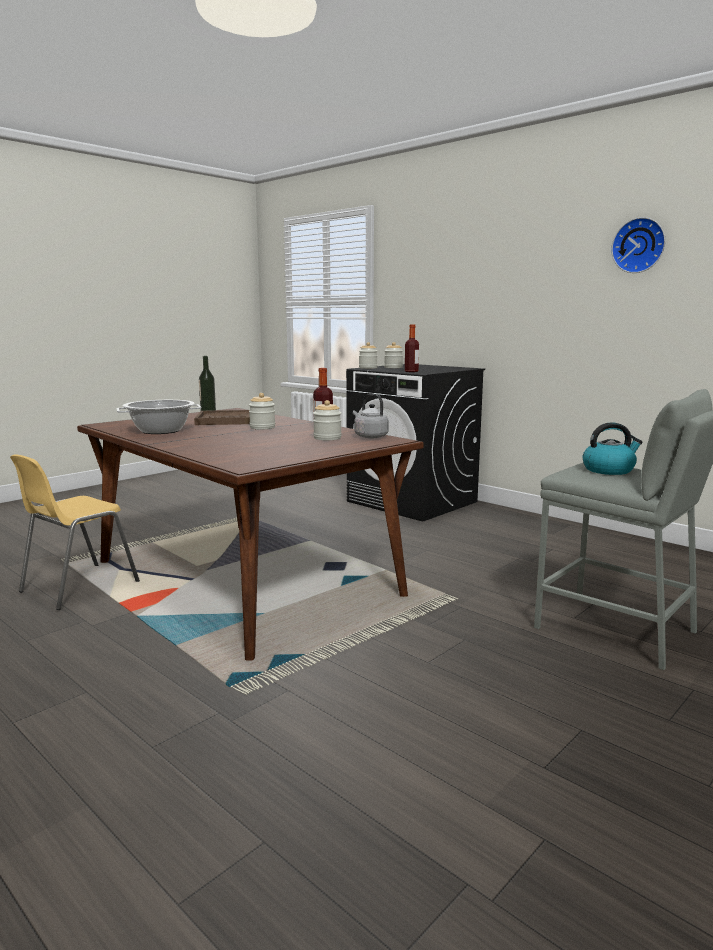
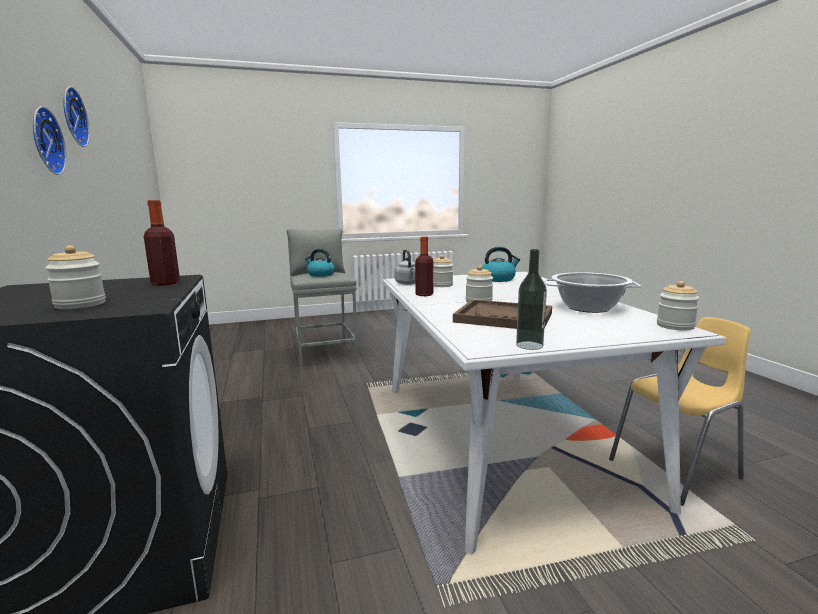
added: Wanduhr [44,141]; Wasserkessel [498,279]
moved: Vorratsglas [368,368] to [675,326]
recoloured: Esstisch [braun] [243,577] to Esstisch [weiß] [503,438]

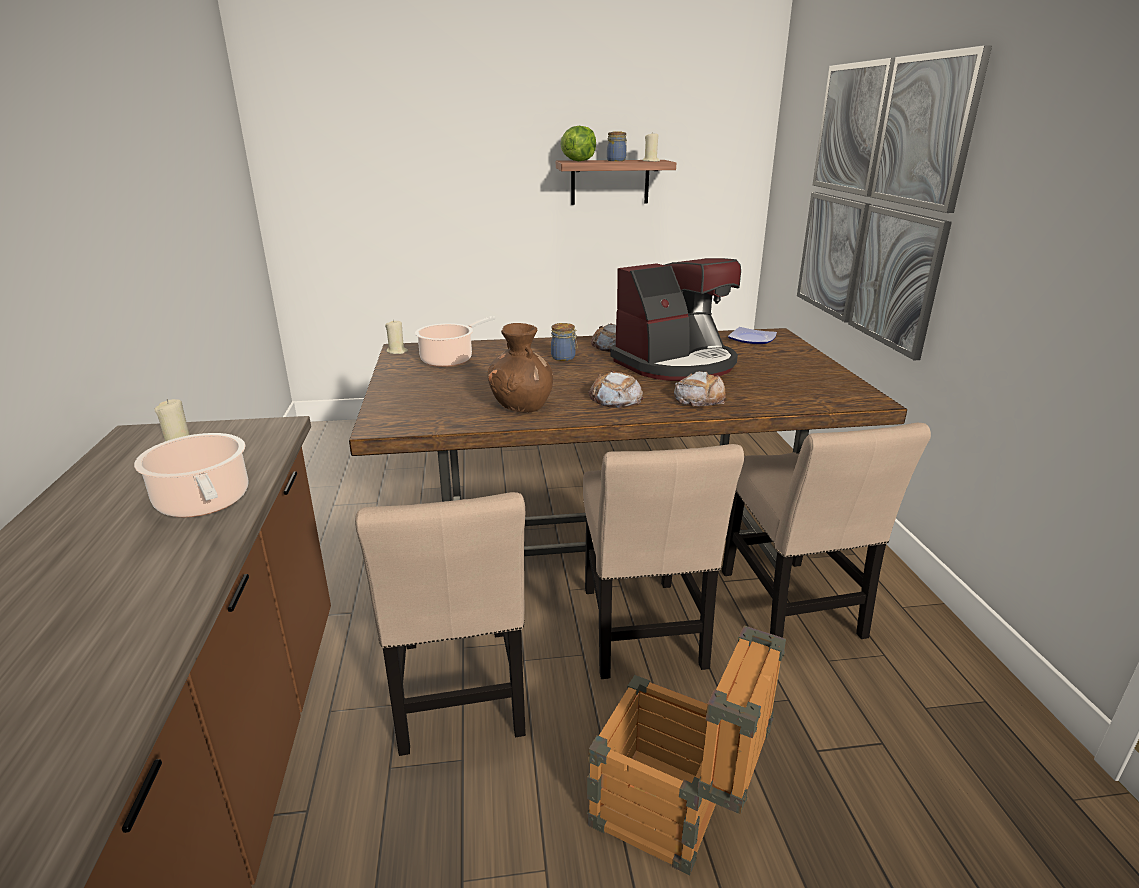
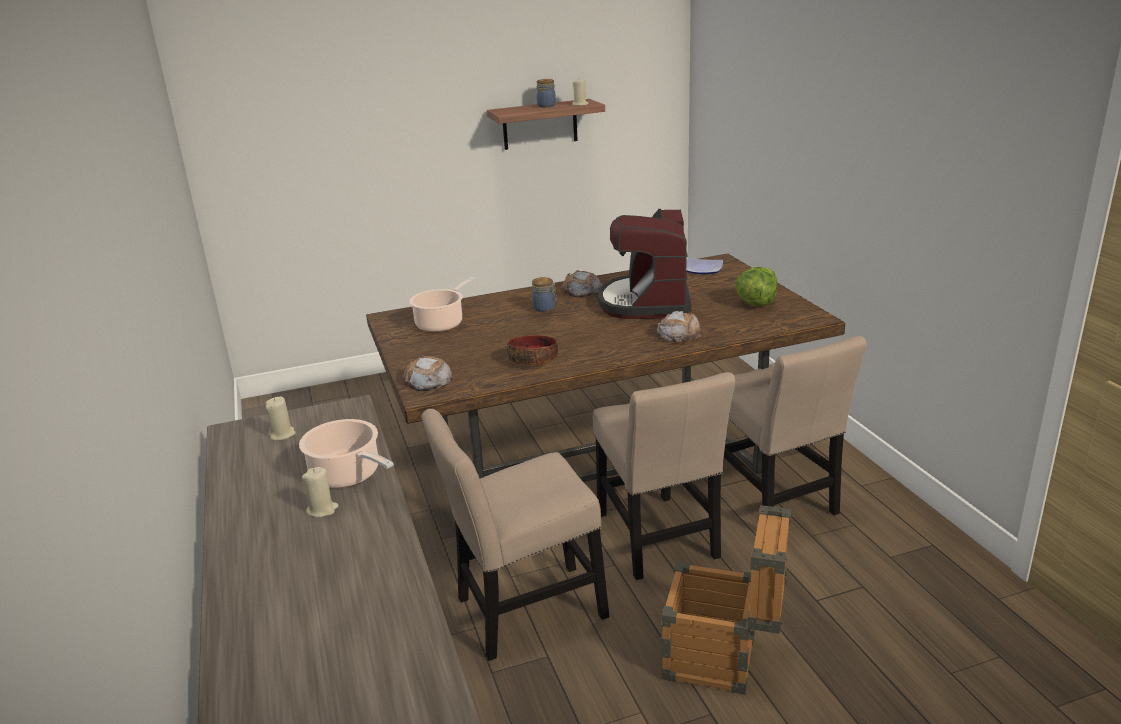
removed: Bild [874,200]
moved: Kerze [beige] [397,351] to [322,510]; Salatkopf [578,161] to [756,303]; Brot [615,398] to [427,380]
replaced: Vase [braun] [522,406] to Schüssel [533,360]
turned: Stuhl [beige] [459,694] = [524,611] 90 degrees clockwise; Kaffeemaschine [676,364] = [646,302] 135 degrees clockwise

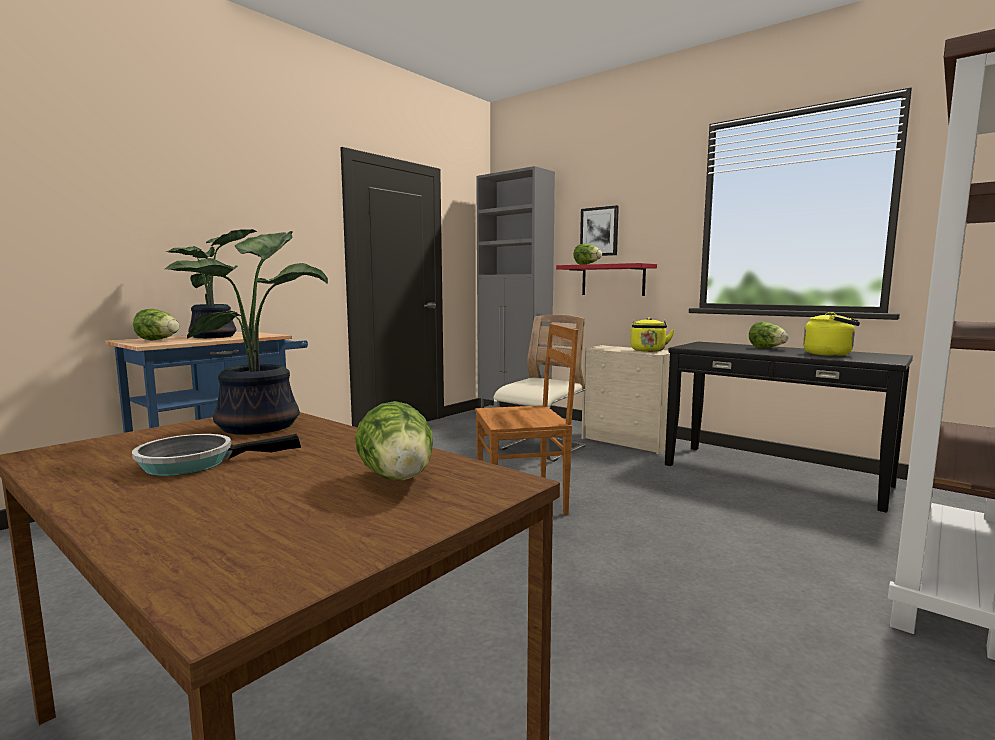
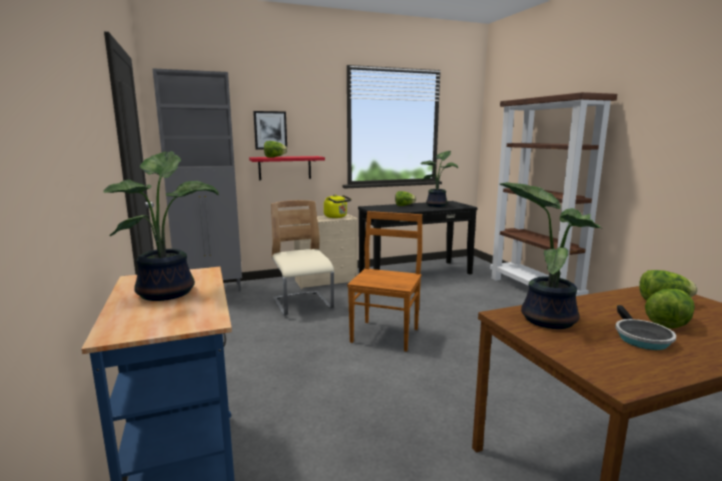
moved: Salatkopf [159,340] to [668,323]
replaced: Wasserkessel [gelb] [830,354] to Topfpflanze [438,205]

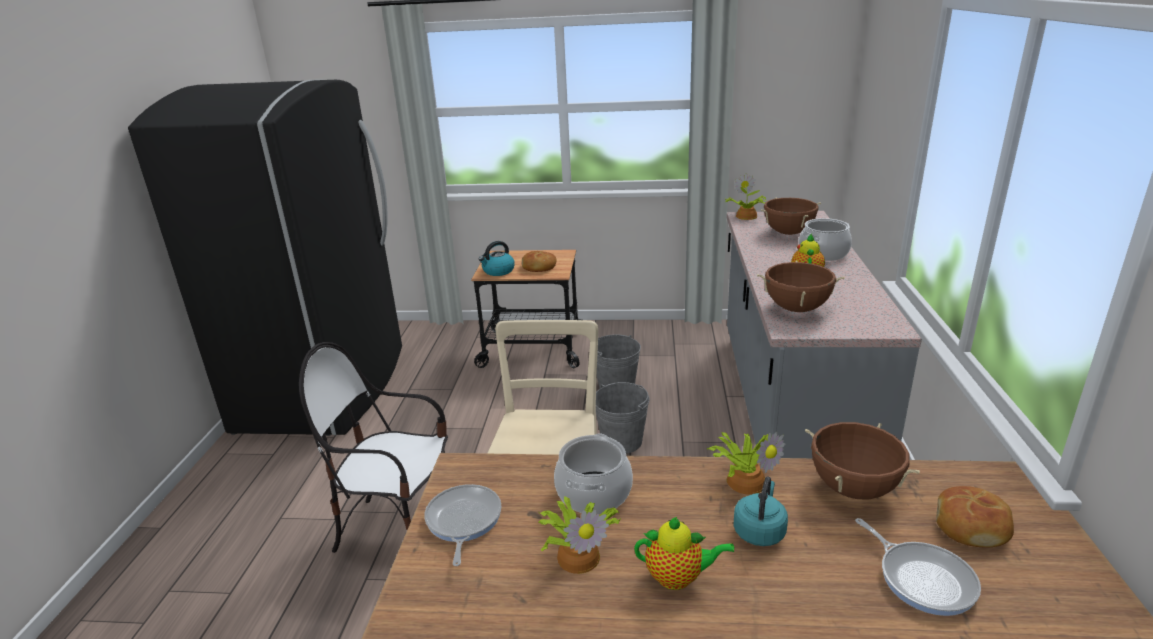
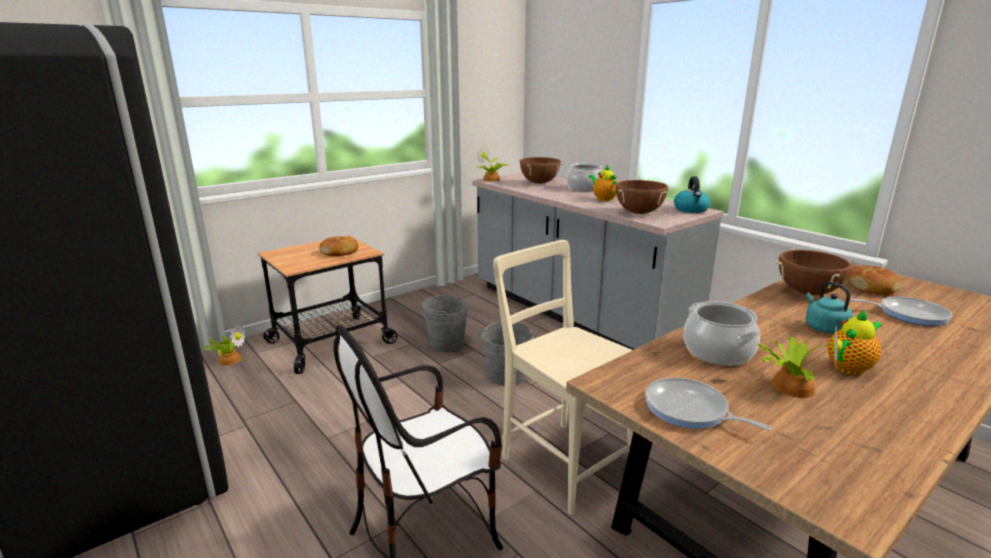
moved: Wasserkessel [498,271] to [691,210]; Topfpflanze [745,479] to [229,359]

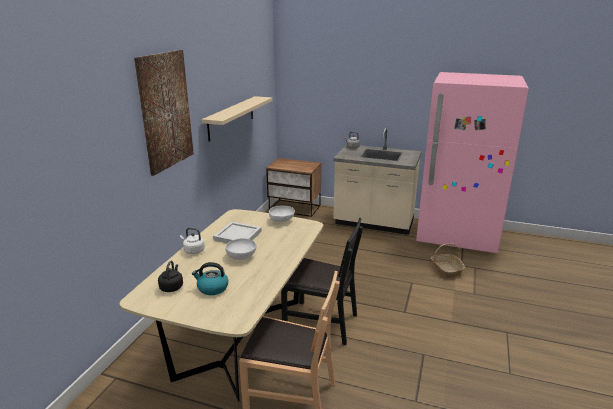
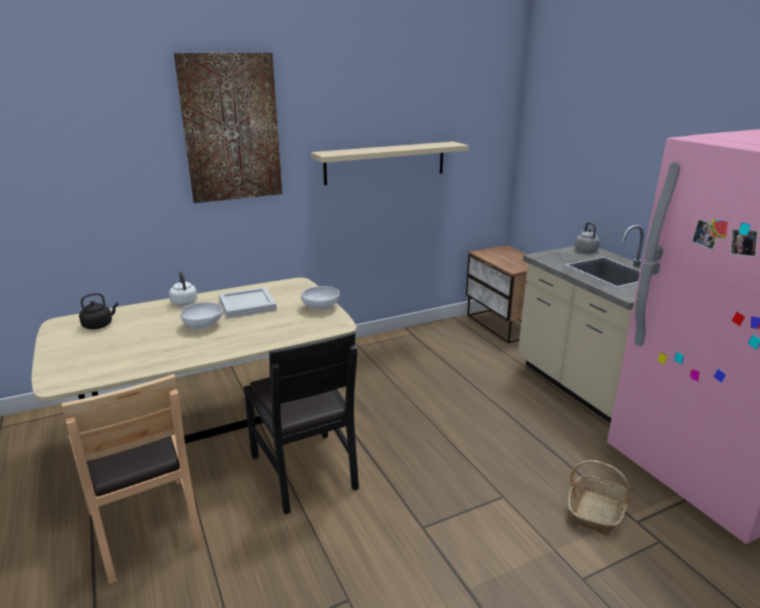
removed: Wasserkessel [212,288]

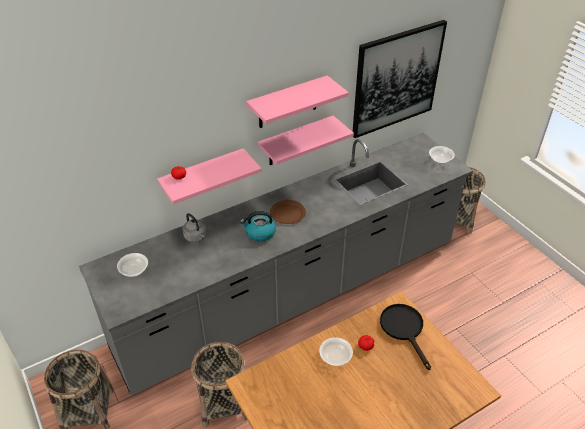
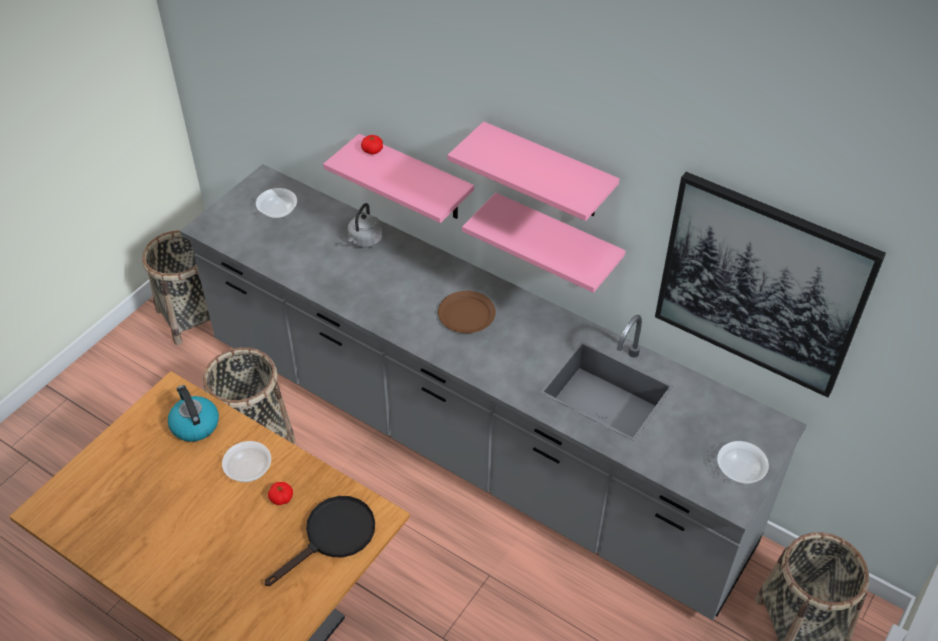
moved: Wasserkessel [260,233] to [194,424]

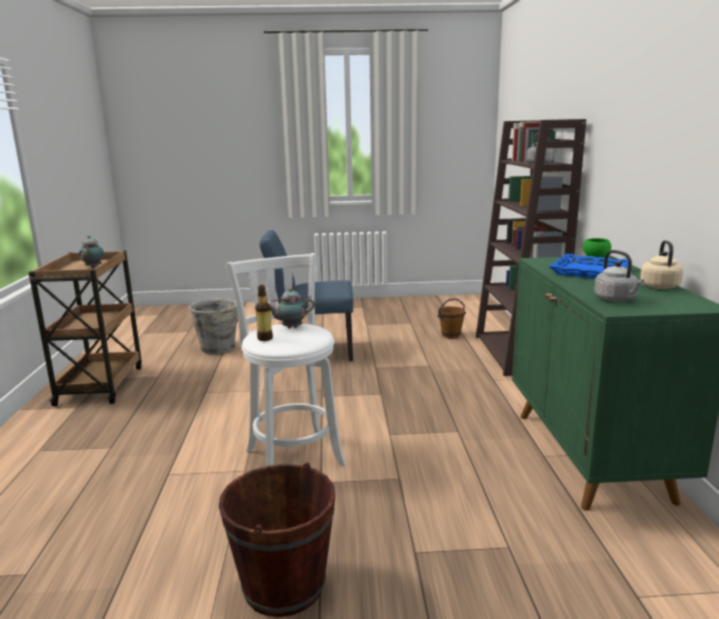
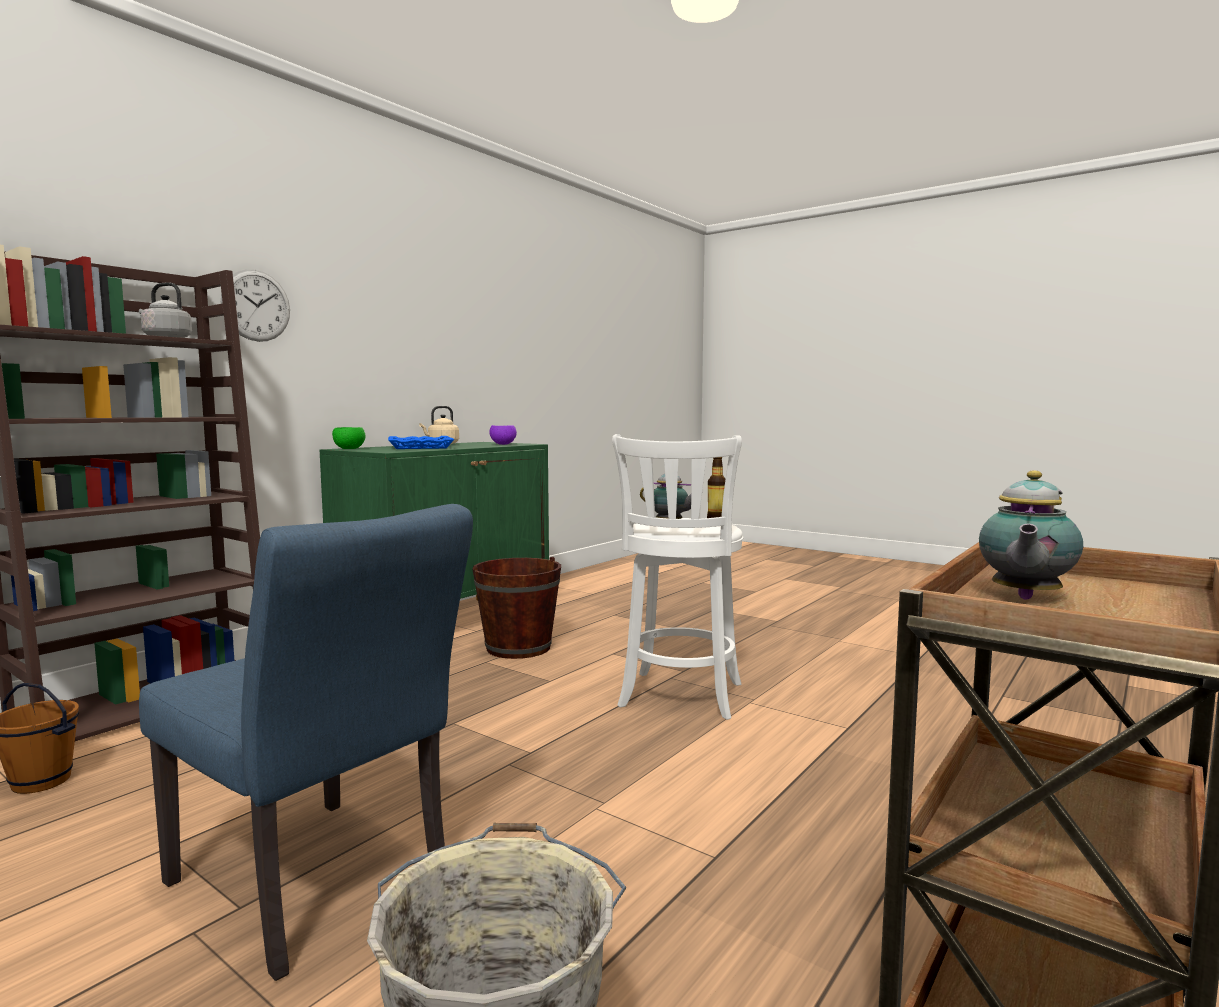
added: Wanduhr [256,305]
moved: Eimer [braun] [284,585] to [518,648]
replaced: Wasserkessel [grau] [616,300] to Schüssel [lila] [503,444]

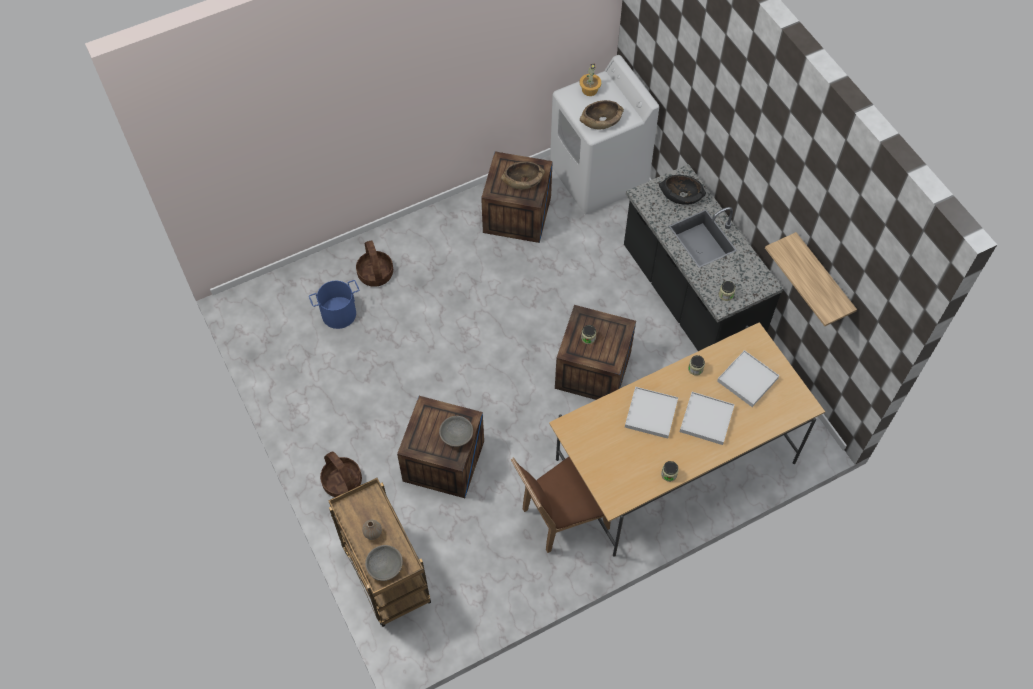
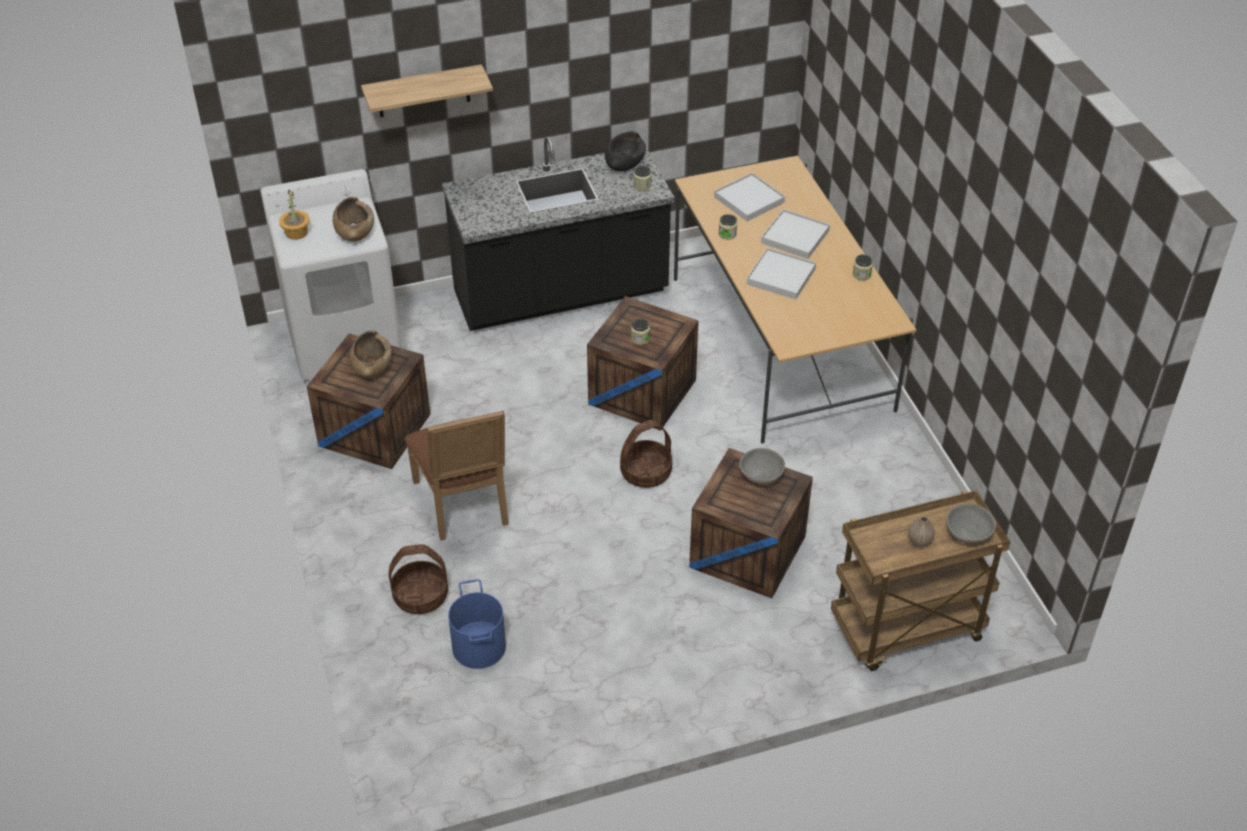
moved: Korb [342,481] to [645,472]; Stuhl [braun] [559,518] to [465,506]; Schüssel [schwarz] [681,196] to [624,162]; Wandregal [822,279] to [423,91]

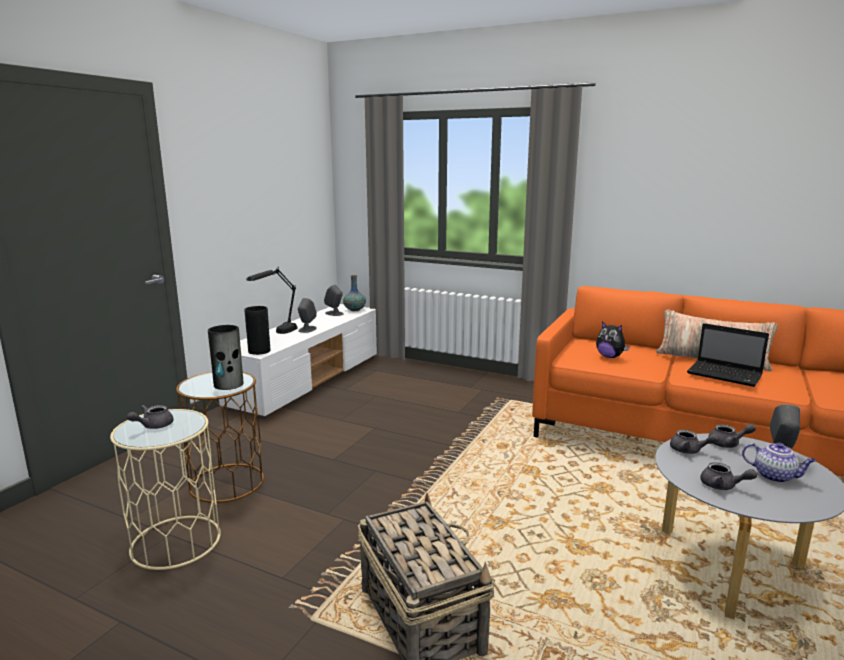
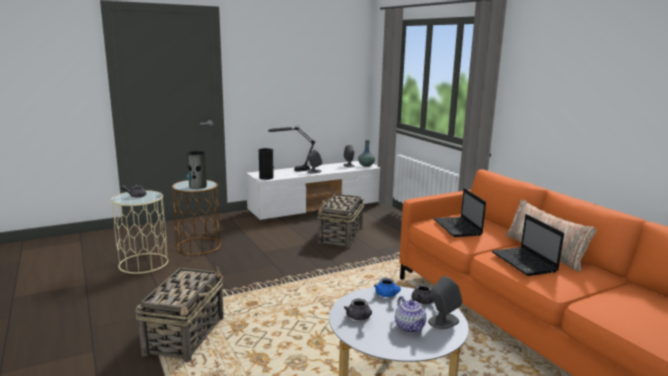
added: Korb [340,236]
replaced: Plüschtier [610,357] to Laptop [458,228]
recoloured: Teekanne [grau] [689,450] to Teekanne [blau] [387,295]

